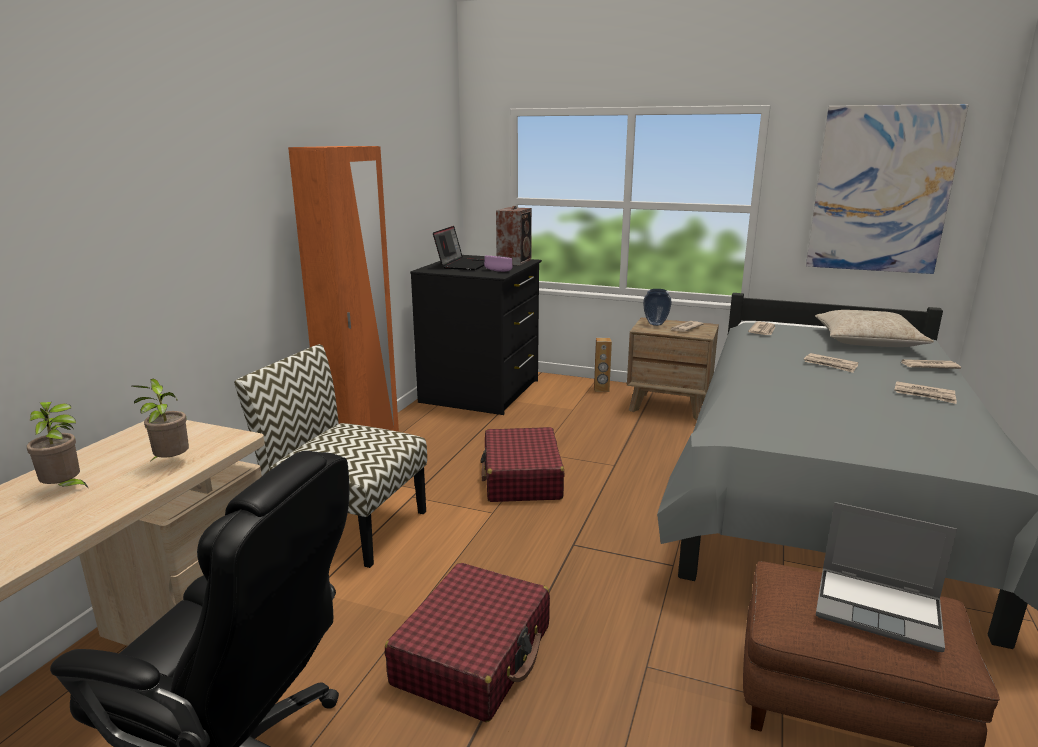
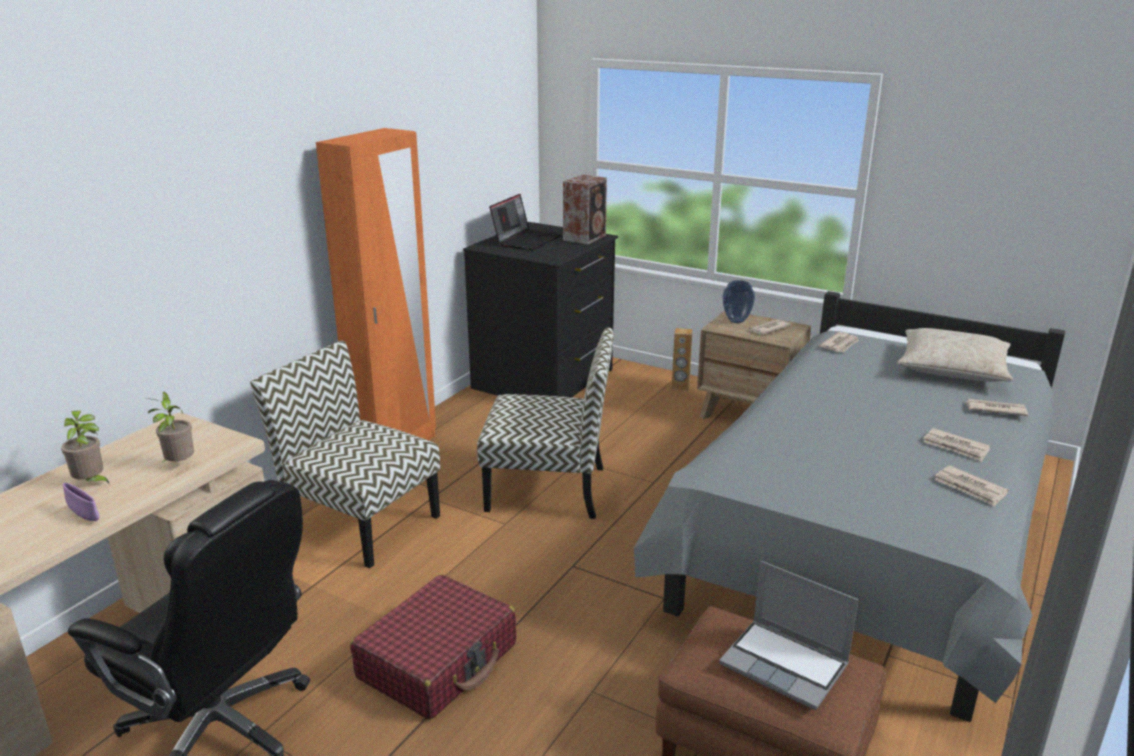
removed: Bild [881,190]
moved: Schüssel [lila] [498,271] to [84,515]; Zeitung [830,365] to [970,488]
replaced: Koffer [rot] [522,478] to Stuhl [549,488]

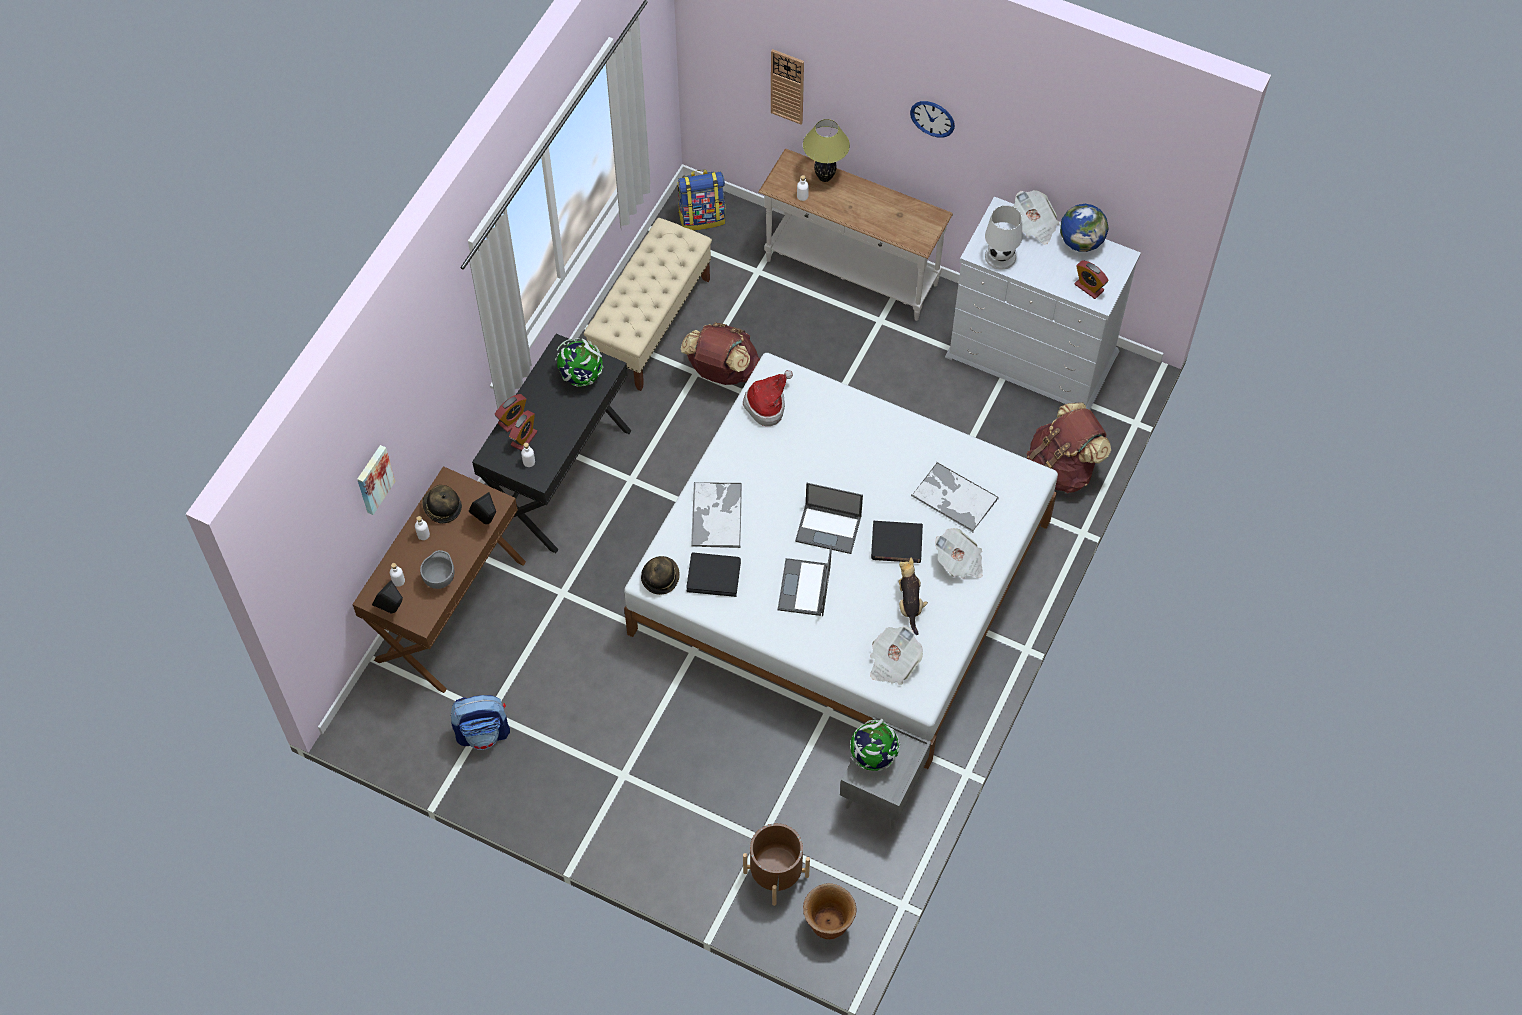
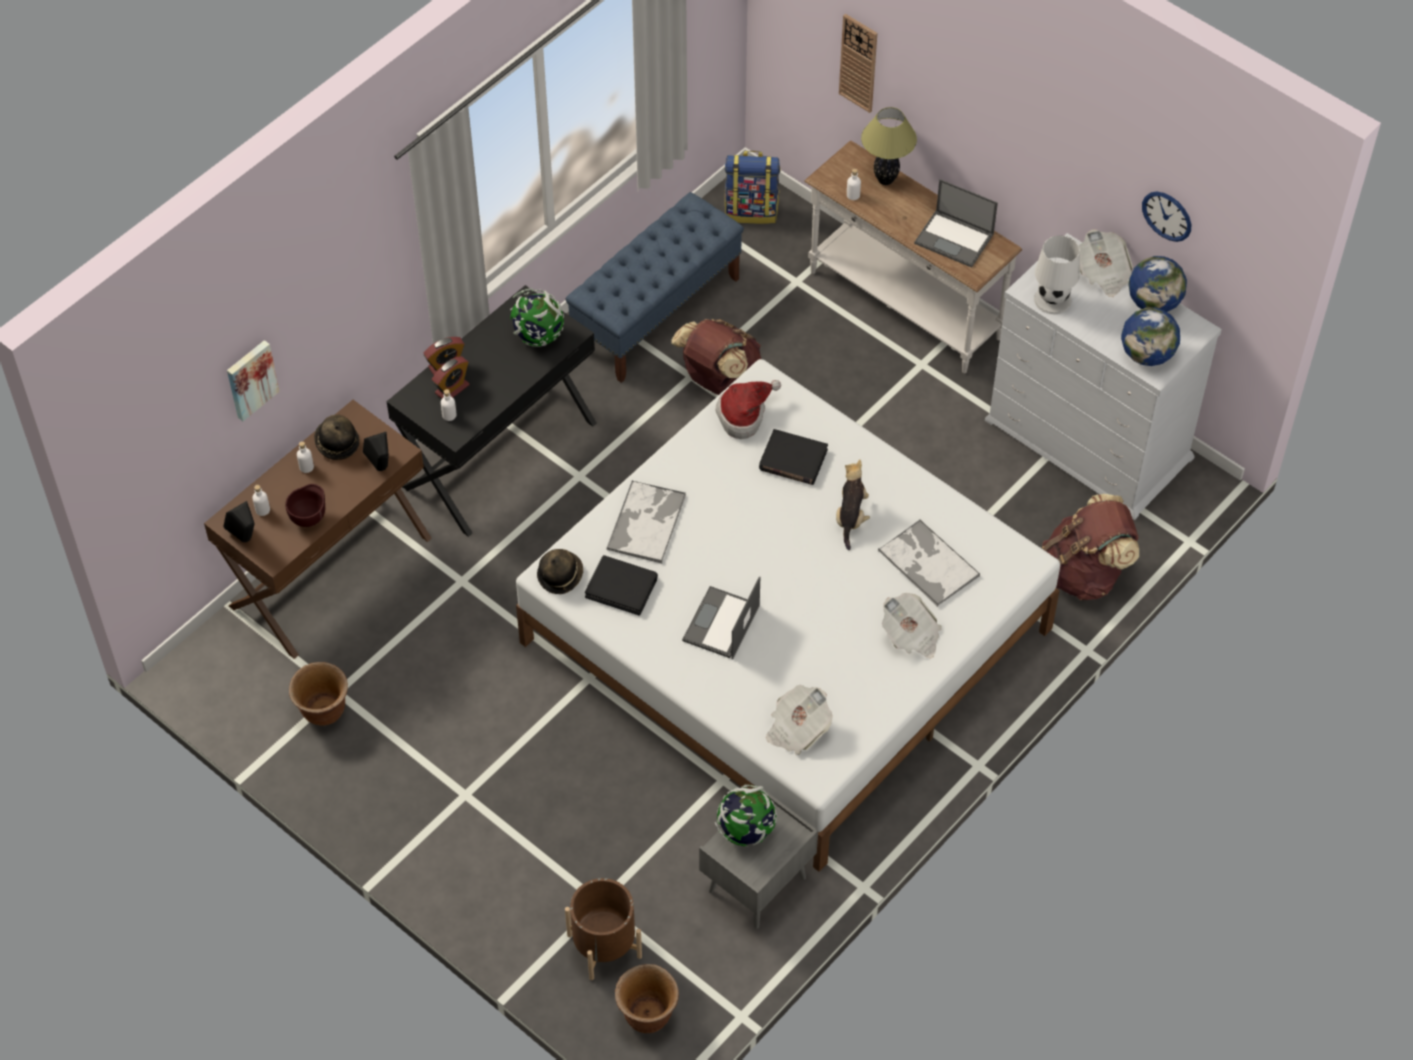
moved: Laptop [829,528] to [955,239]; Buch [schwarz] [896,544] to [793,460]; Plüschtier [910,604] to [851,517]; Wanduhr [932,118] to [1167,216]
replaced: Rucksack [483,732] to Pflanzkübel [braun] [324,712]; Wecker [1089,287] to Globus [1147,355]
recoloured: Schüssel [grau] [440,578] to Schüssel [braun] [309,517]; Bank [beige] [651,323] to Bank [blau] [657,313]

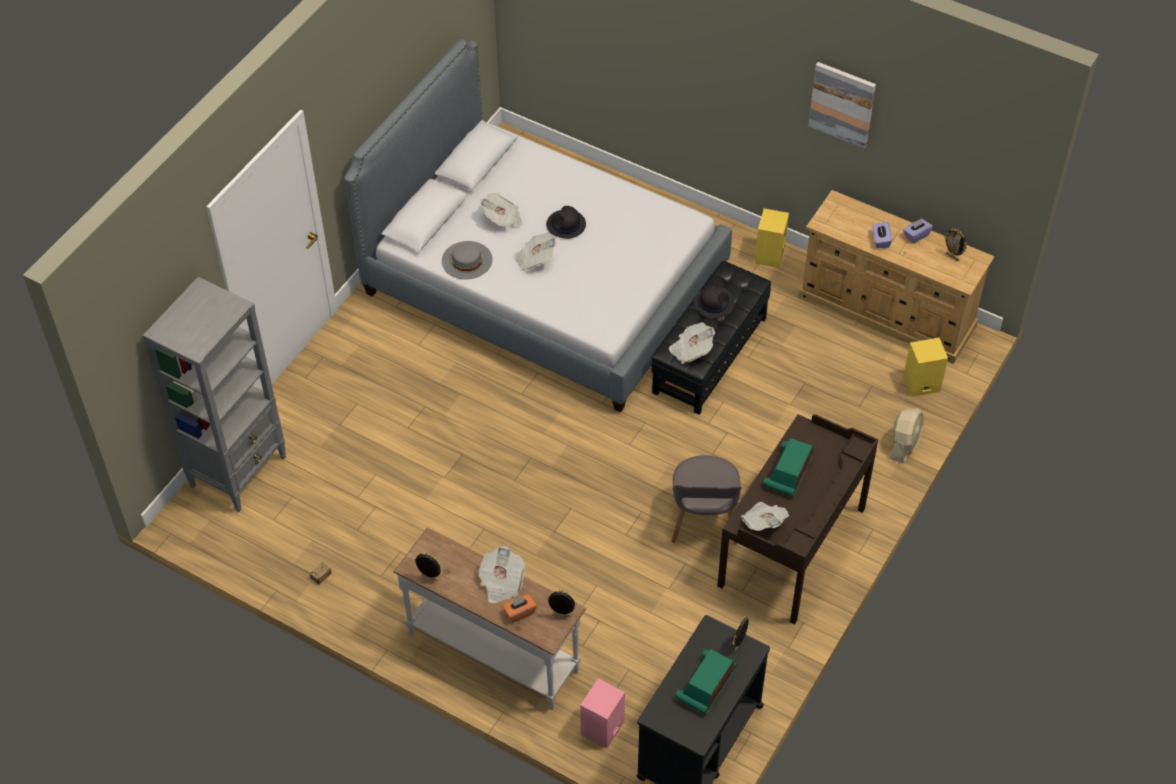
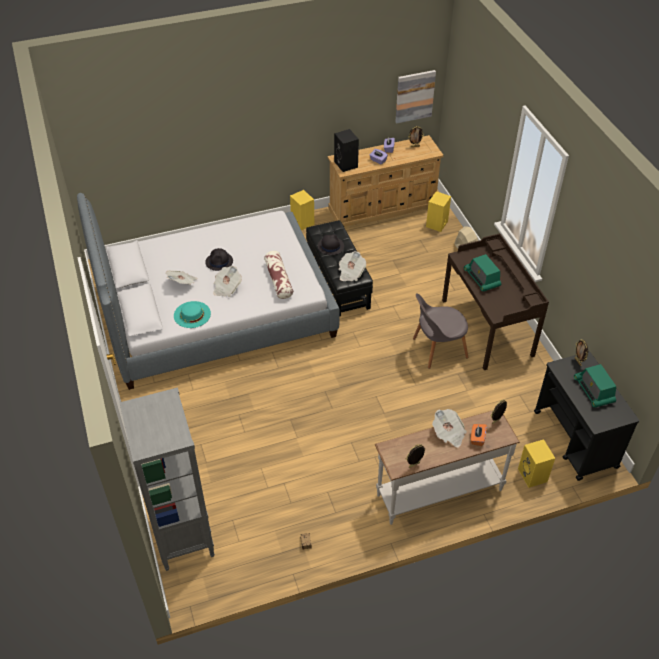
removed: Zeitung [763,522]
added: Kissen [278,280]; Lautsprecher [schwarz] [346,164]
moved: Bild [842,104] to [414,96]
recoloured: Hut [grau] [467,260] to Hut [türkis] [192,314]; Lautsprecher [rosa] [602,729] to Lautsprecher [gelb] [533,475]
turned: Stuhl [grau] [703,519] = [437,349] 120 degrees clockwise

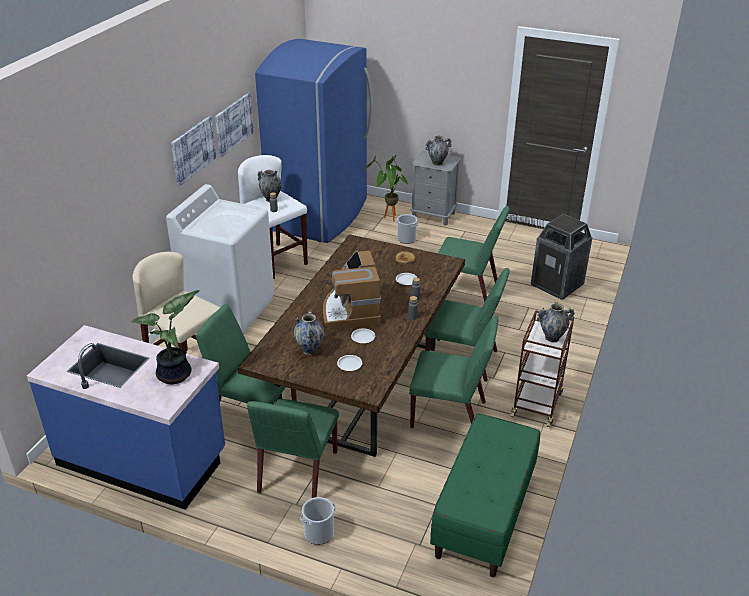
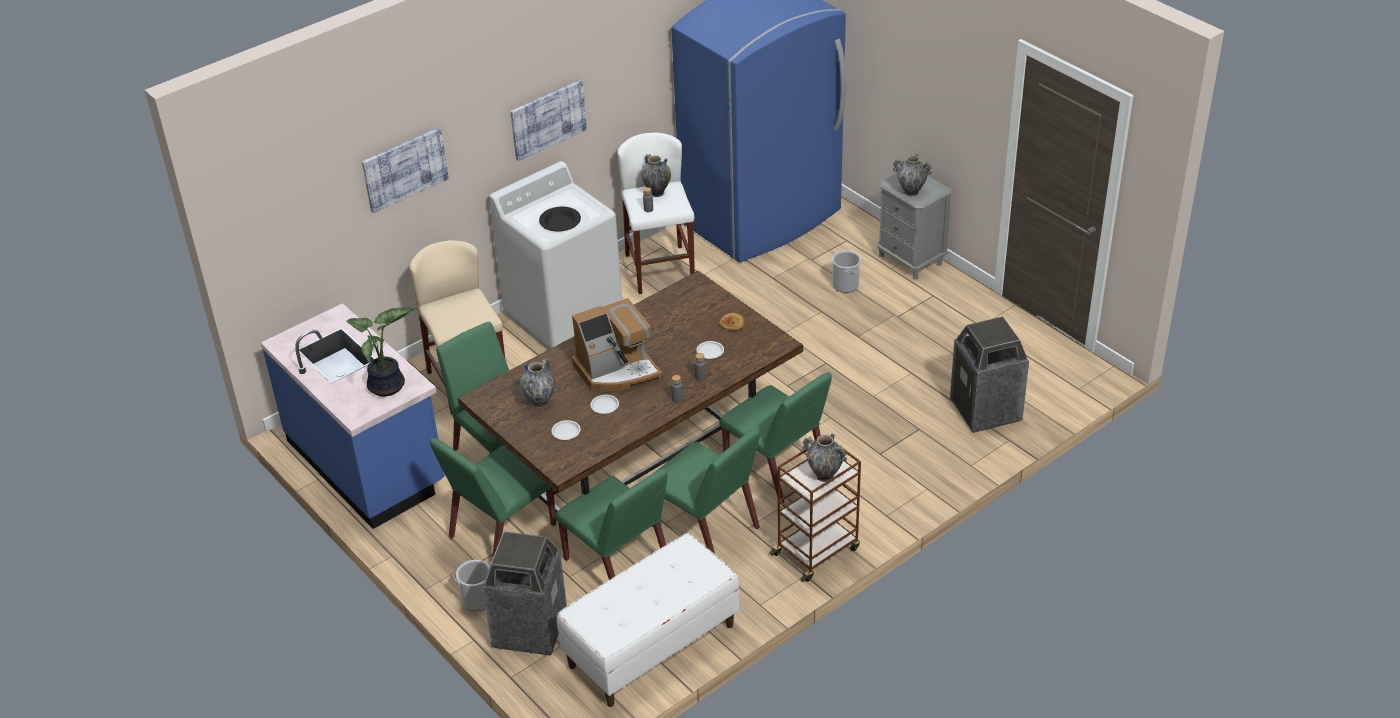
removed: Topfpflanze [388,219]
added: Mülleimer [529,629]; Teller [schwarz] [560,221]
moved: Bild [233,124] to [405,169]; Stuhl [grün] [467,291] to [618,565]
recoloured: Bank [grün] [484,515] to Bank [weiß] [652,646]
turned: Kaffeemaschine [351,311] = [617,371] 135 degrees counterclockwise

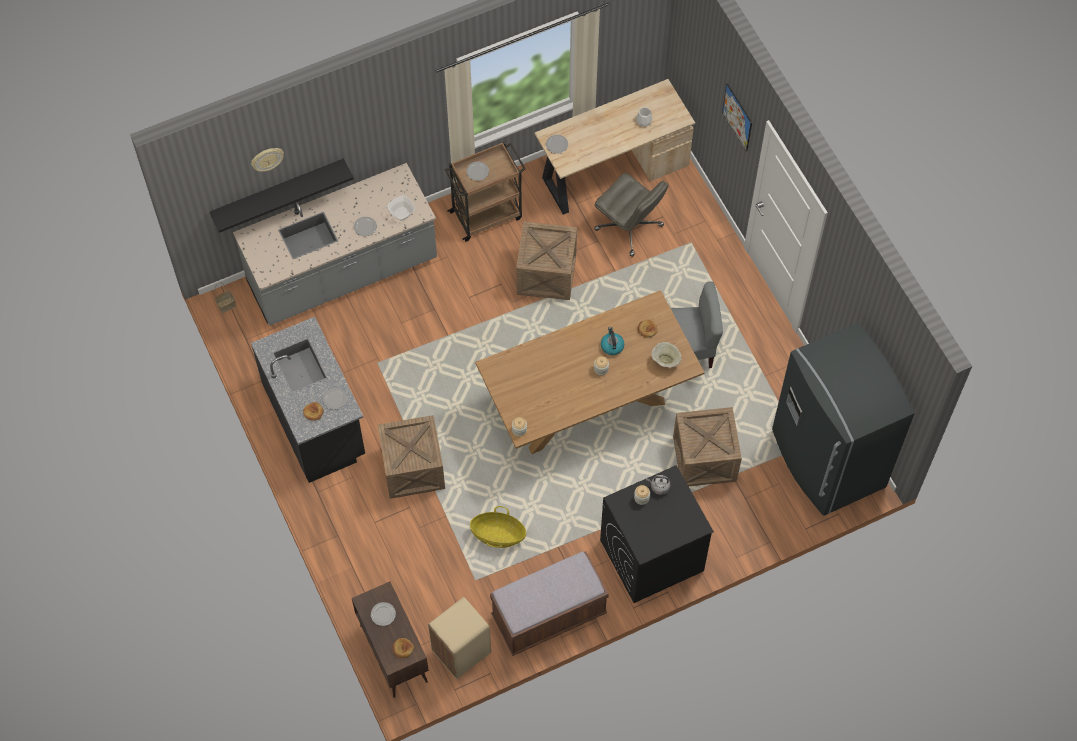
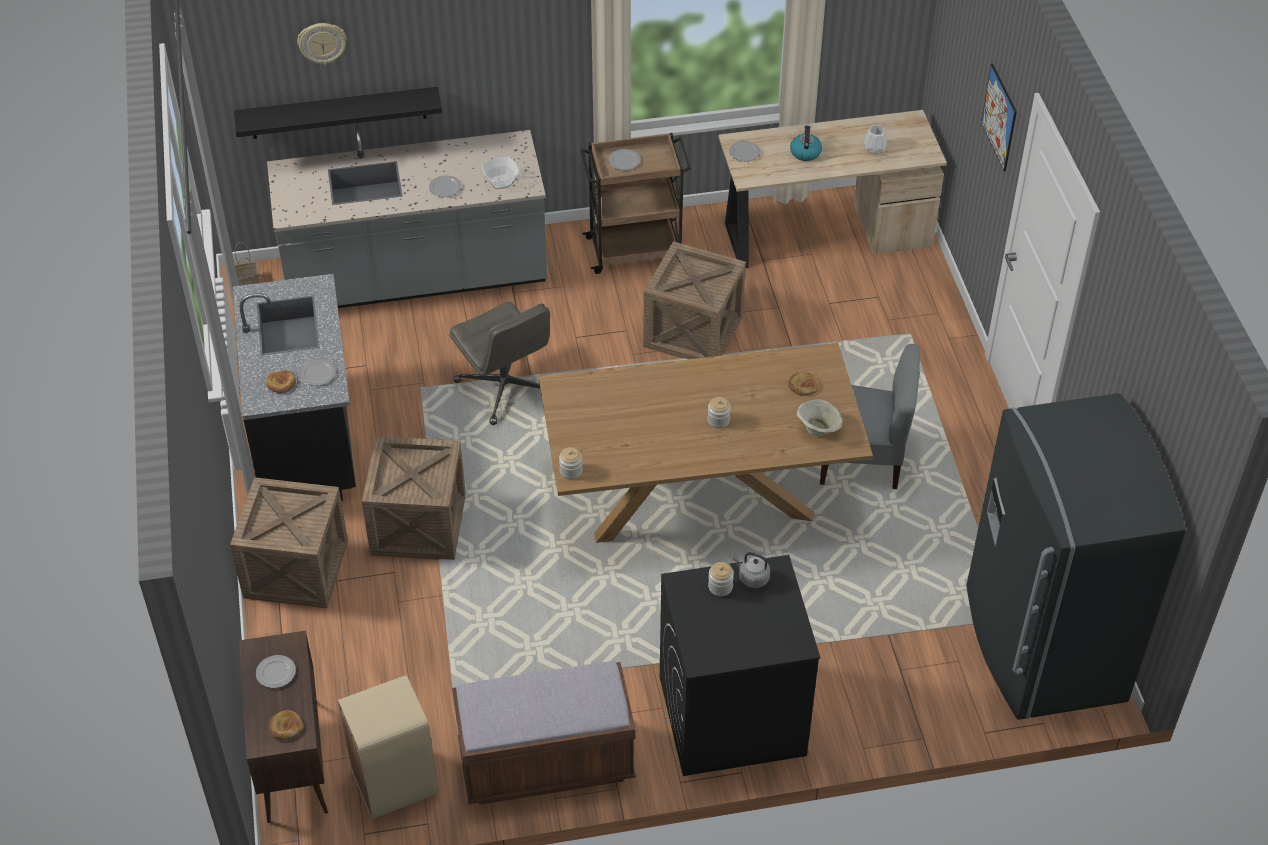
removed: Korb [498,535]
moved: Bürostuhl [grau] [629,228] to [505,389]; Wasserkessel [612,346] to [805,152]; Kiste [704,459] to [296,569]

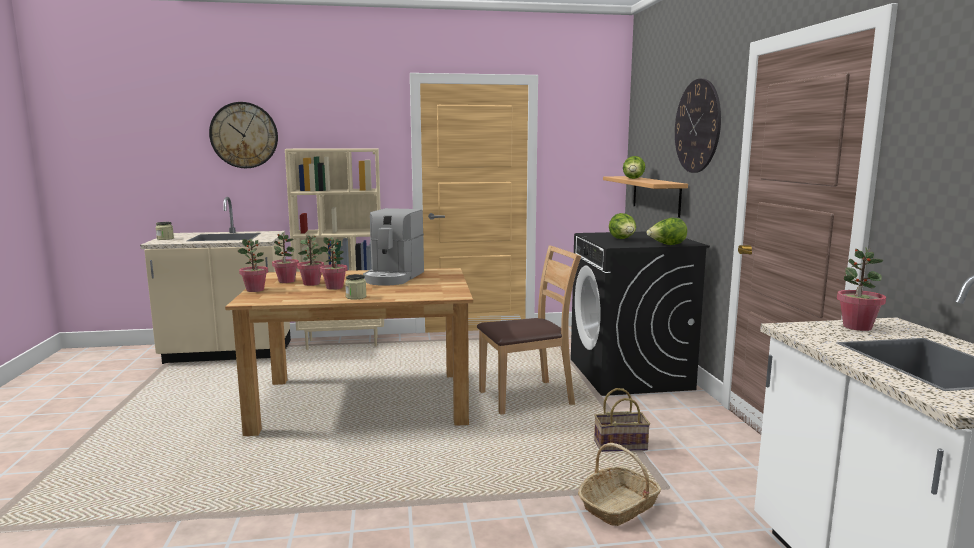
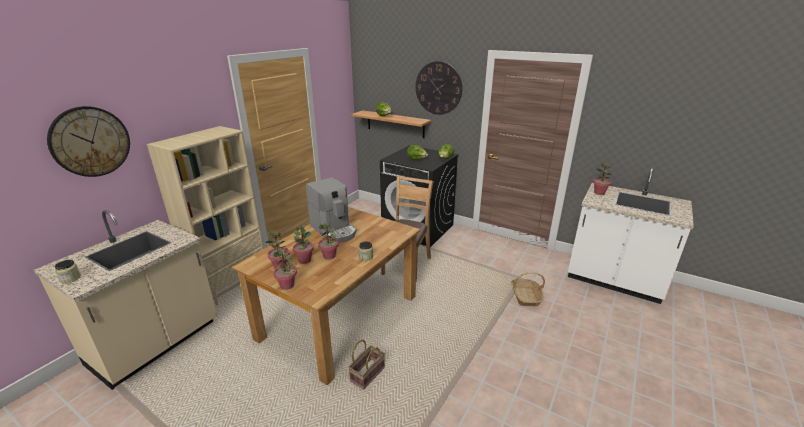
moved: Korb [621,445] to [367,373]

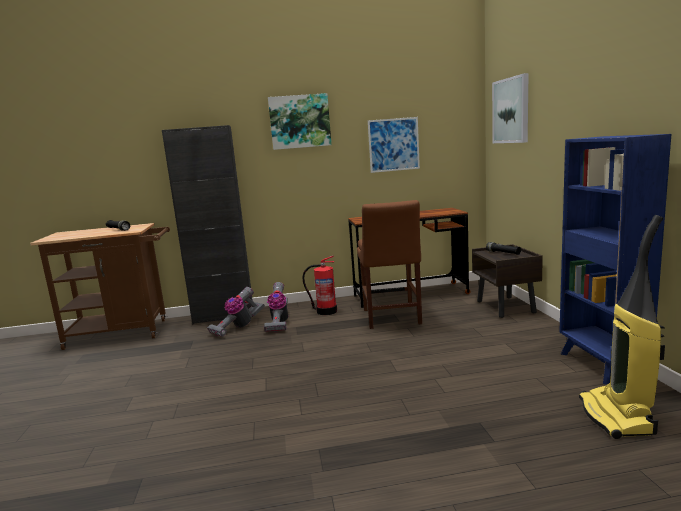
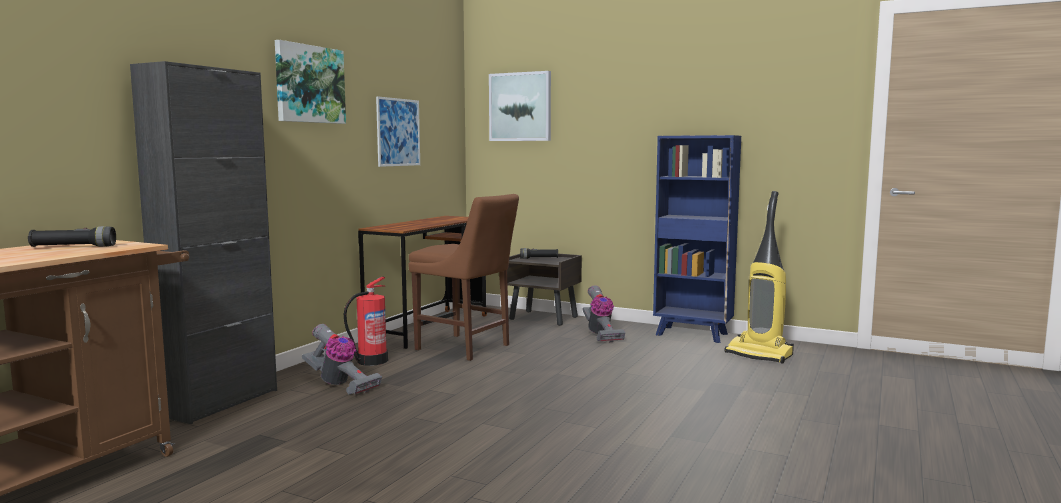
moved: Staubsauger [238,327] to [600,334]

